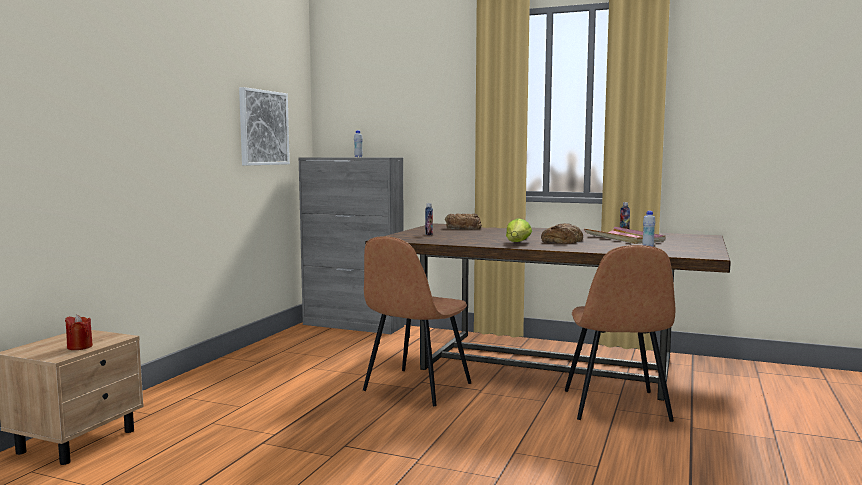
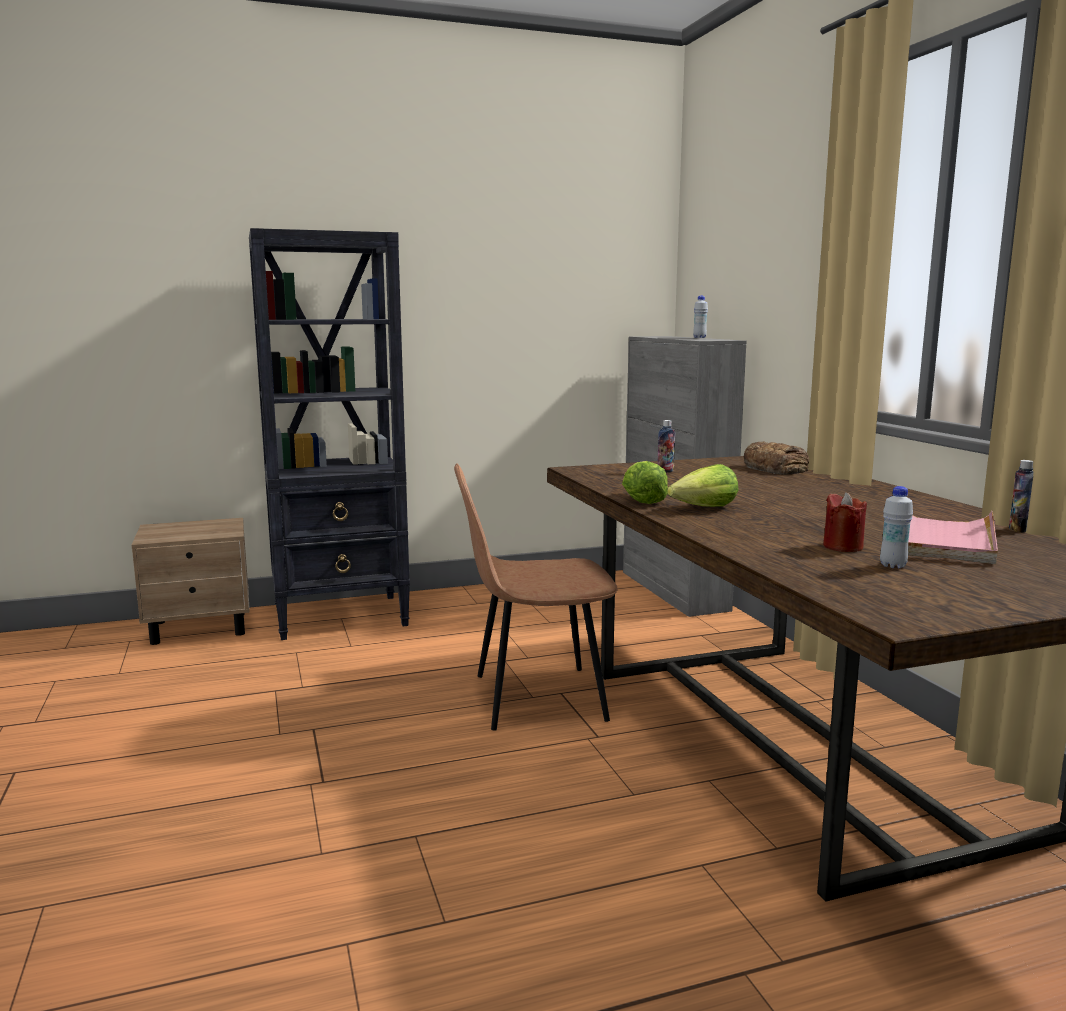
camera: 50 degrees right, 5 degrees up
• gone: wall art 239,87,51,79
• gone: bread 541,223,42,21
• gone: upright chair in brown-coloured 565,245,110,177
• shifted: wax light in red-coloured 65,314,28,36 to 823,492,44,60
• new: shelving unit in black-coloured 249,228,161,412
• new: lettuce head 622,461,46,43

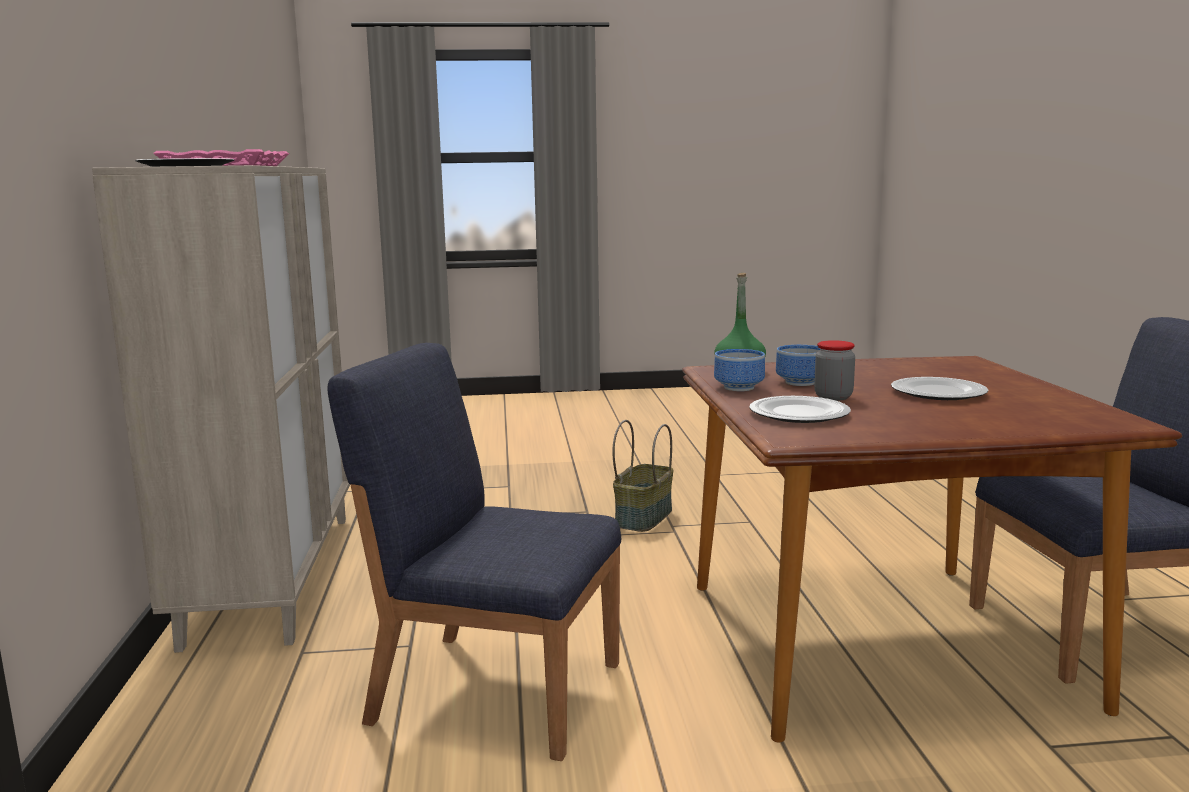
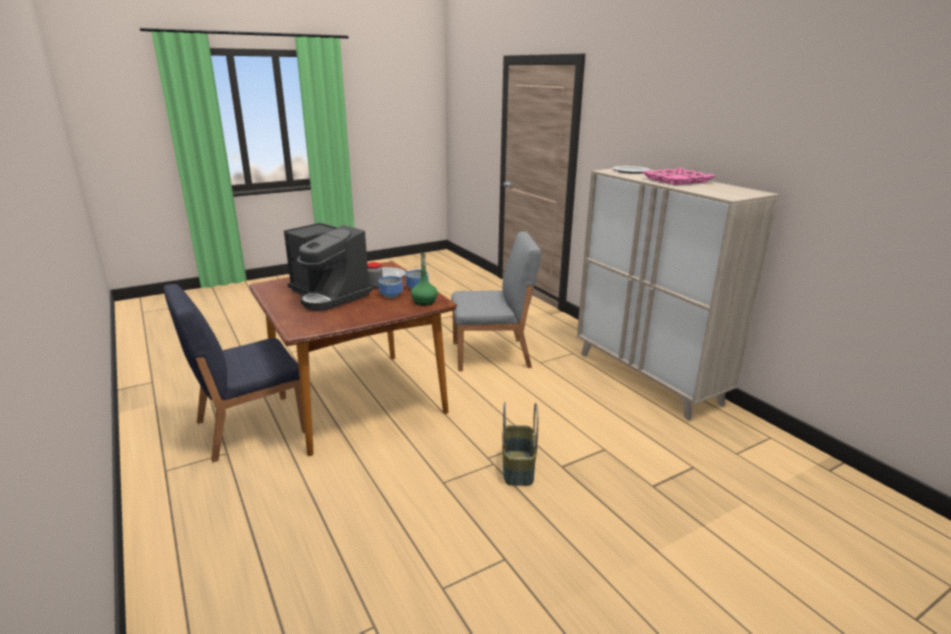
camera: 155 degrees right, 10 degrees up
• repainted: upright chair in bluish 327,343,294,418 to upright chair in grey 451,232,90,139
• swapped: dinner plate 891,377,97,23 to coffee maker 284,223,88,88

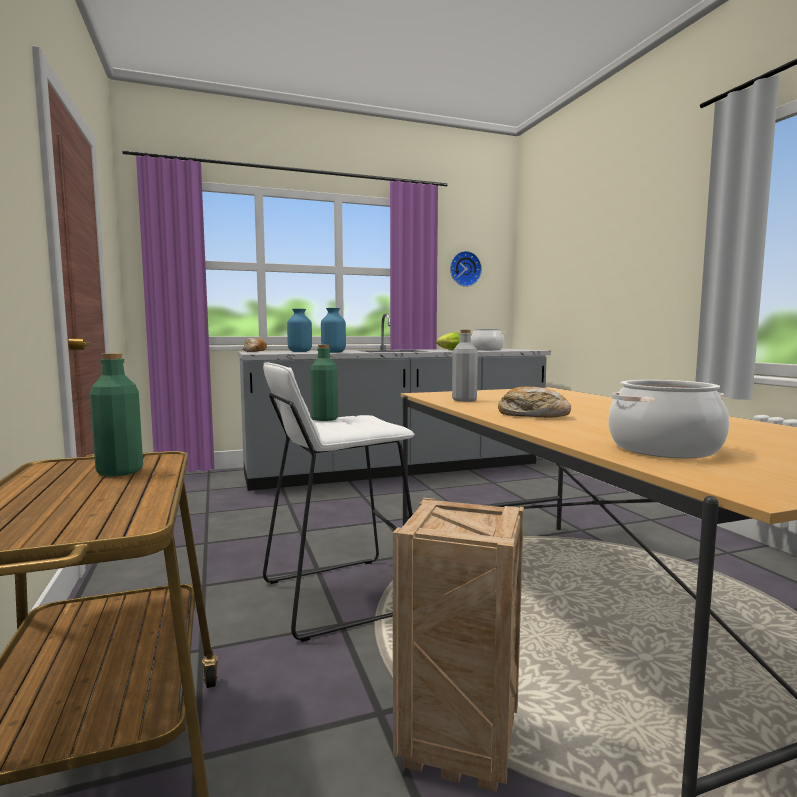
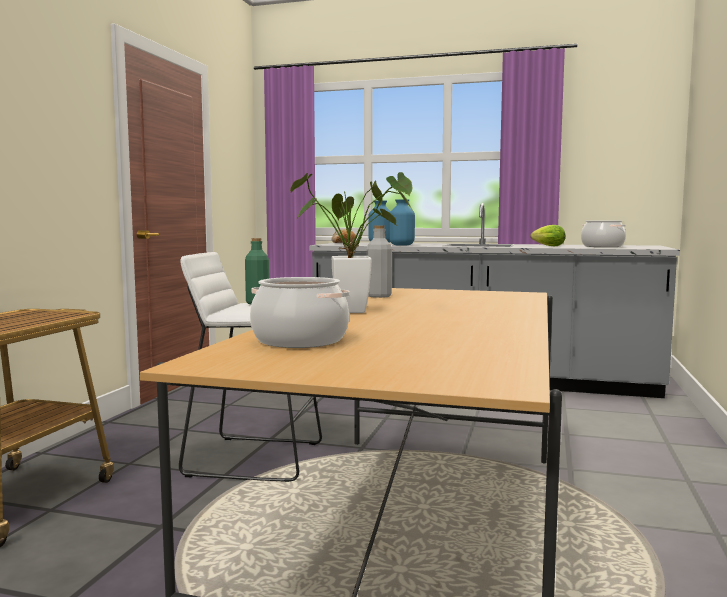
camera: 35 degrees right, 0 degrees up
• gone: hanging clock 450,251,32,36
• gone: drink bottle in greenish 90,353,53,124
• swapped: bread 498,387,73,31 to houseplant 290,172,124,141
• gone: packing crate 393,498,131,294

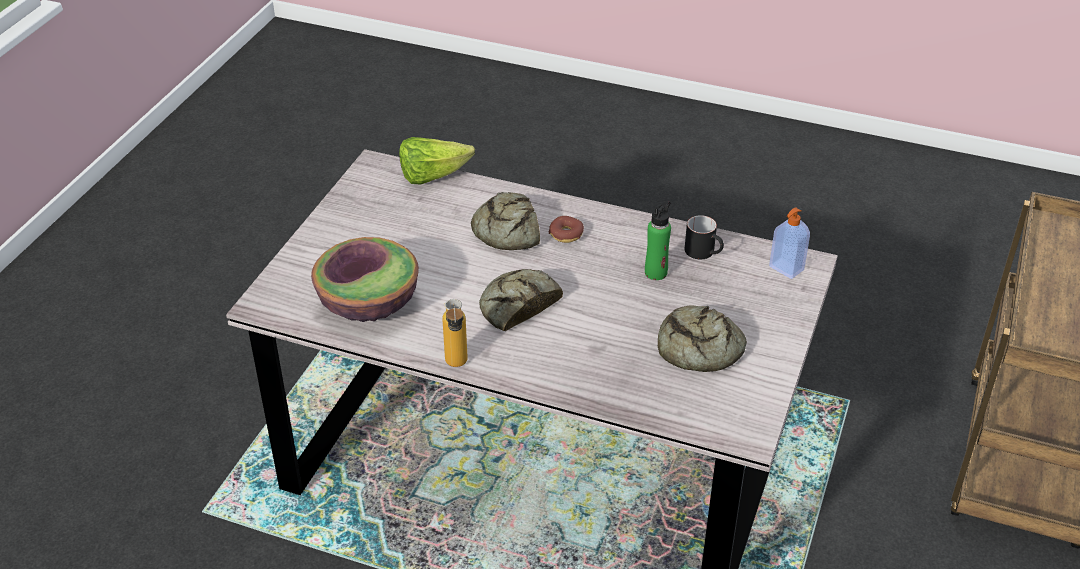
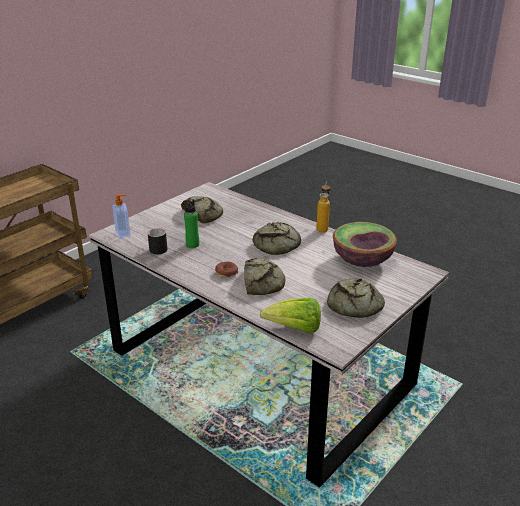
camera: 160 degrees left, 10 degrees down
• new: bread 327,278,58,40

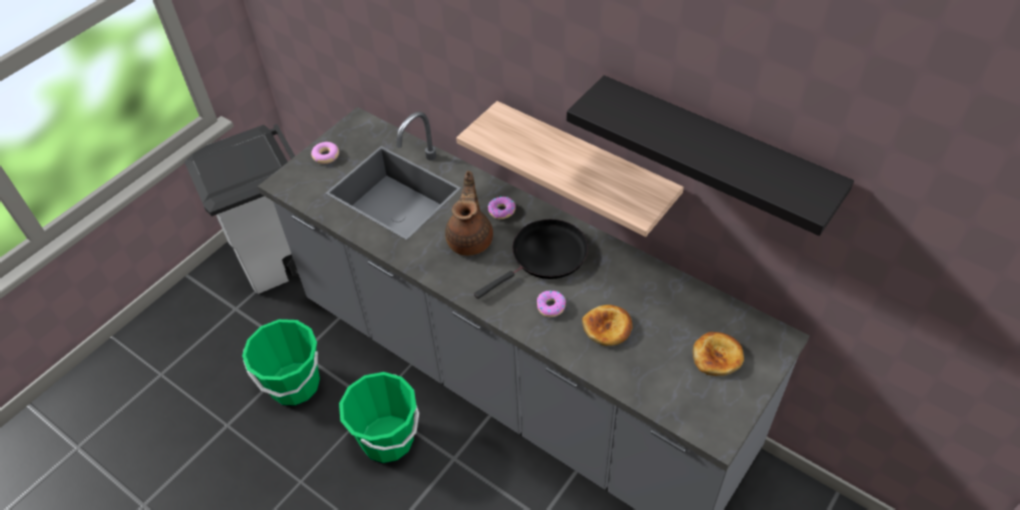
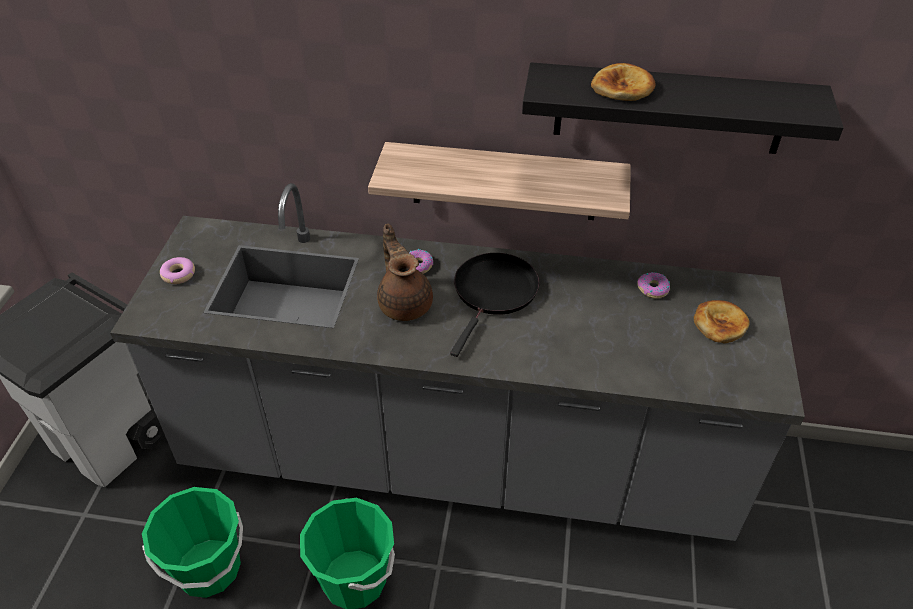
camera: 30 degrees left, 5 degrees down
• shifted: doughnut 537,290,29,27 to 637,272,33,26
• shifted: bread 582,305,51,41 to 591,63,64,38

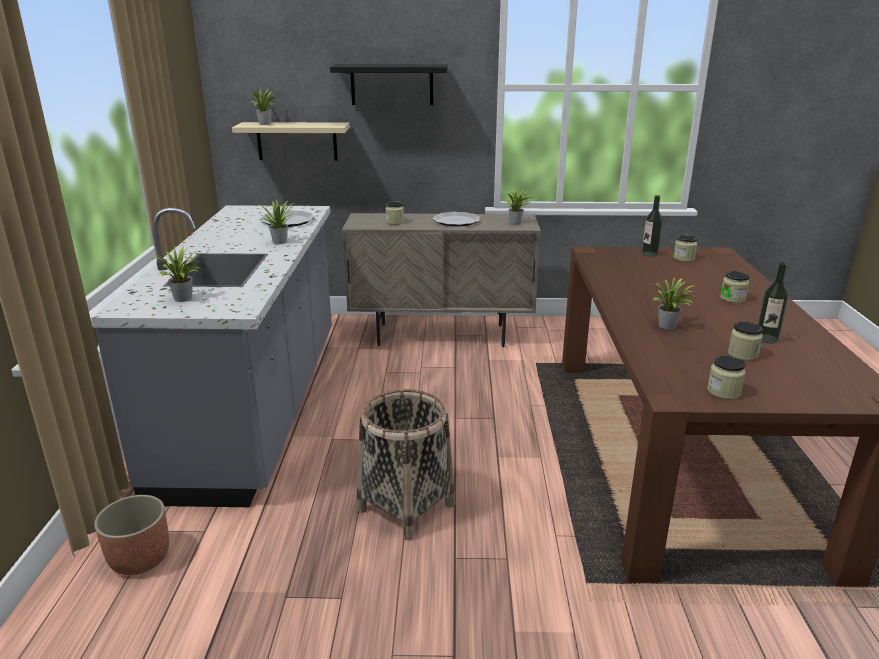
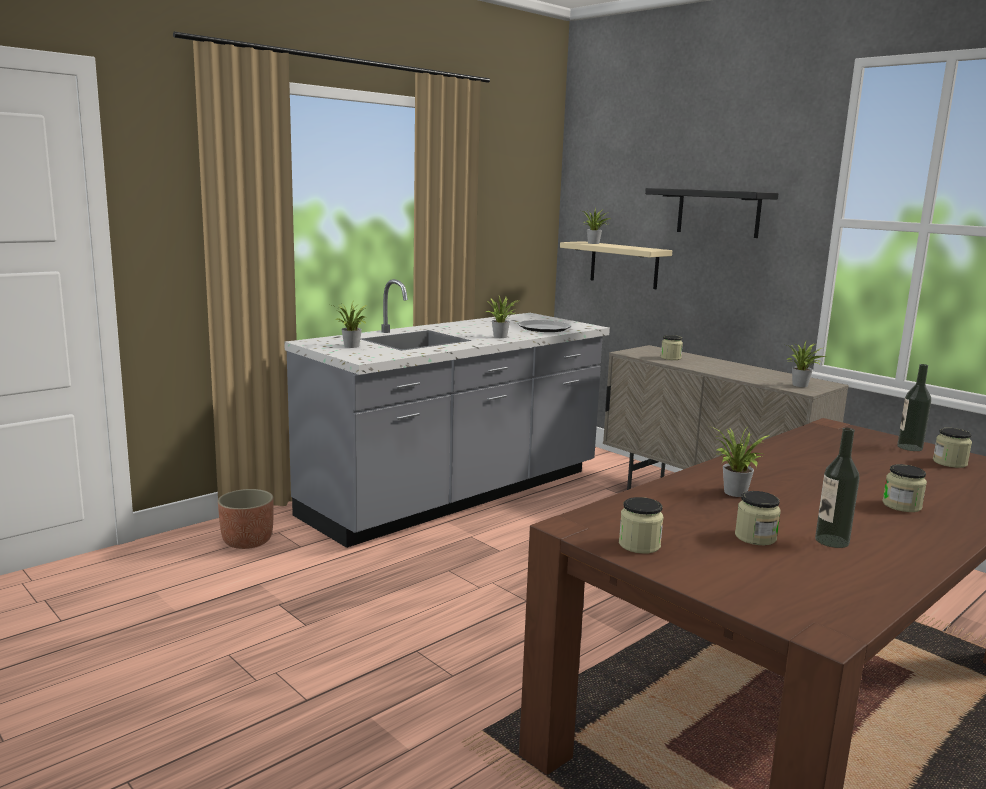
camera: 45 degrees right, 10 degrees down
• gone: dinner plate 432,212,49,15
• gone: basket 357,389,98,152

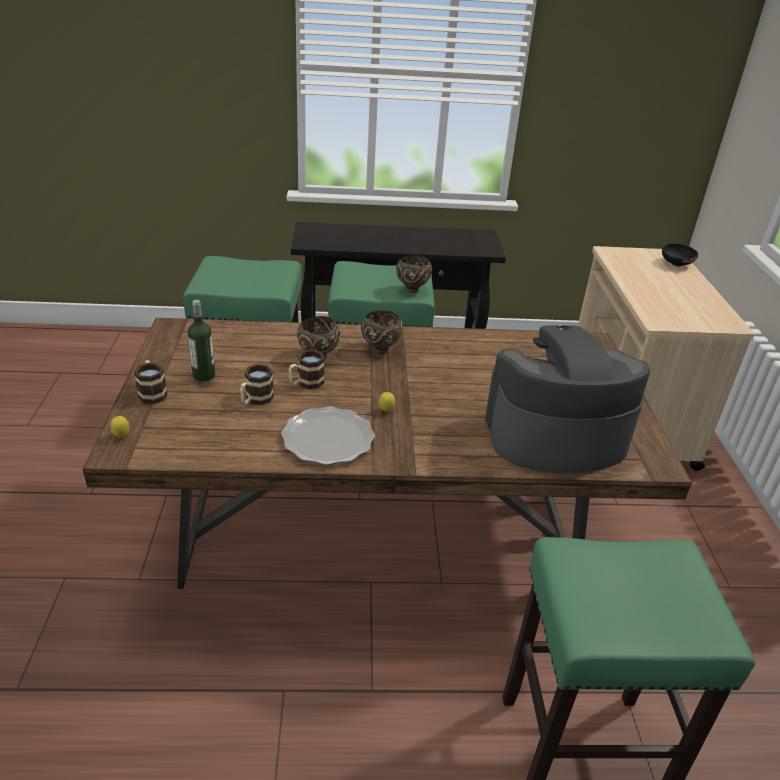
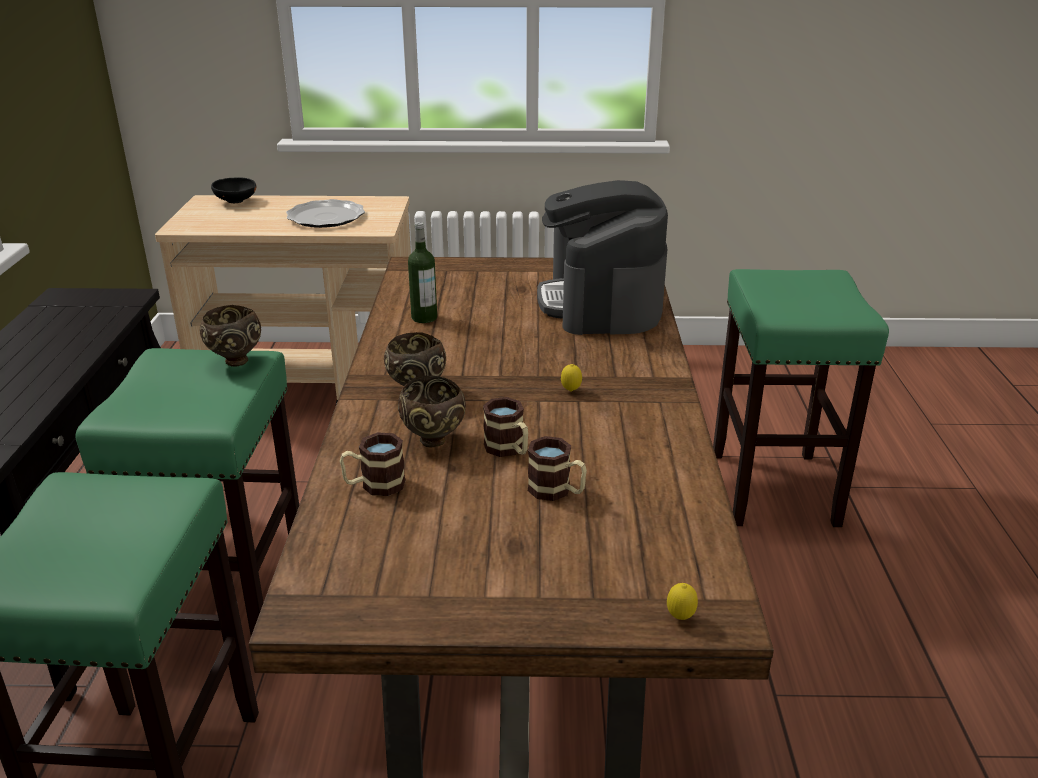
camera: 85 degrees left, 5 degrees down
• shifted: drink bottle 188,300,27,82 to 408,222,29,101
• shifted: tea mug 134,360,33,44 to 340,432,66,64
• shifted: dinner plate 281,407,94,58 to 286,199,79,29

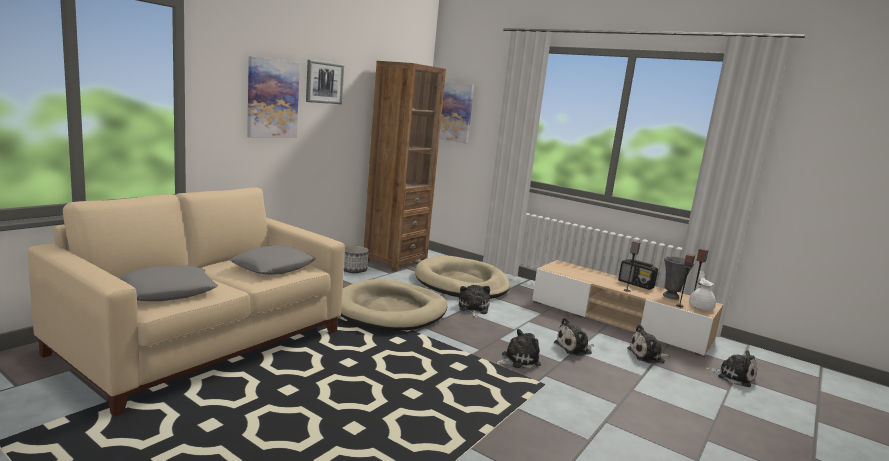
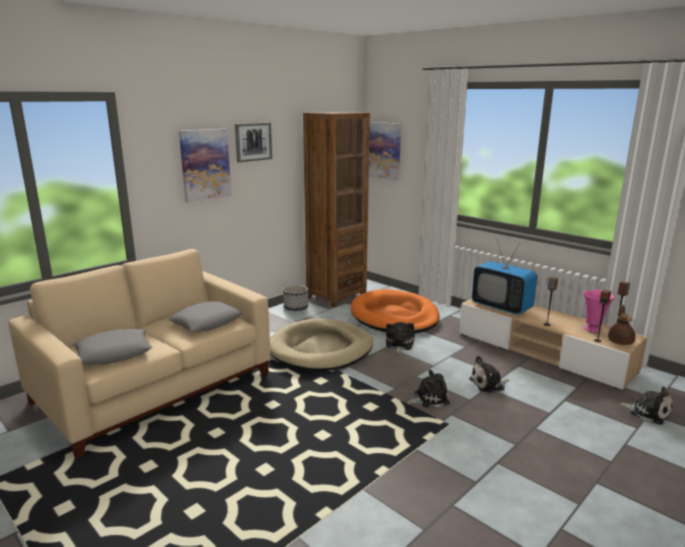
camera: 10 degrees right, 5 degrees up
• repainted: dog bed in beige 415,256,95,43 to dog bed in orange 351,289,89,44
• repainted: vase in grey 663,256,31,43 to vase in pink 584,290,30,43
• gone: radio set 618,259,40,31
• repainted: teapot in white 689,271,27,39 to teapot in brown-coloured 608,305,27,40
• gone: cuddly toy 627,325,43,38
• new: TV 472,240,65,75

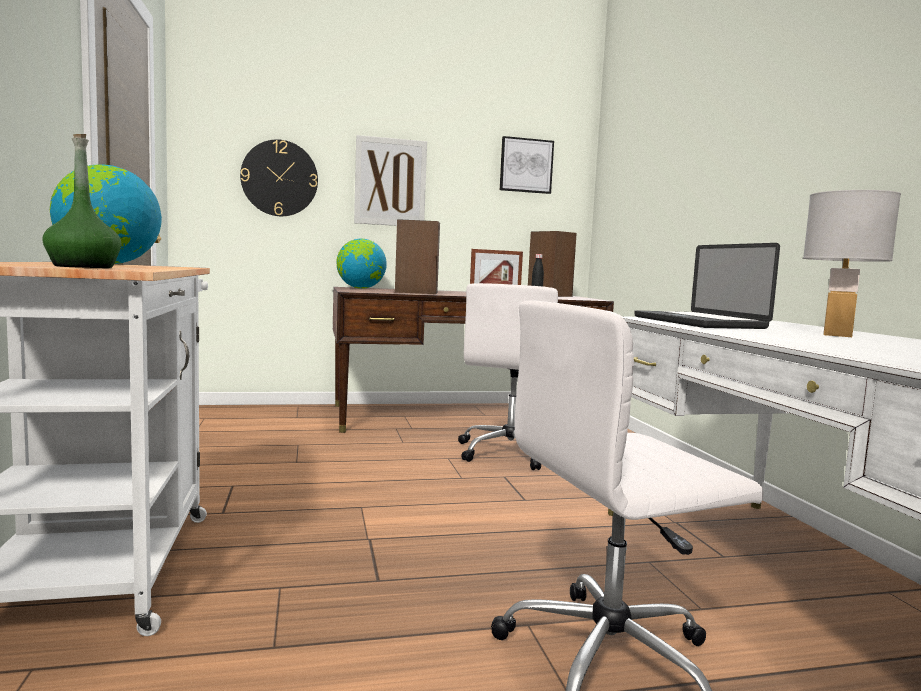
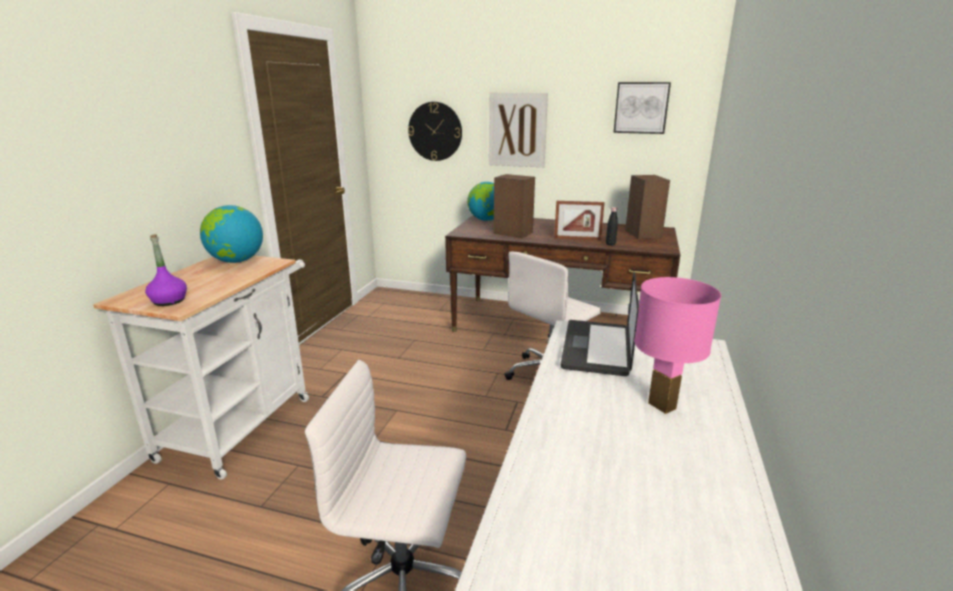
camera: 30 degrees right, 15 degrees up
• repainted: drink bottle in greenish 42,134,80,134 to drink bottle in purplish 145,234,42,72
• repainted: lamp for a table in white 803,190,98,147 to lamp for a table in pink 634,277,87,137

